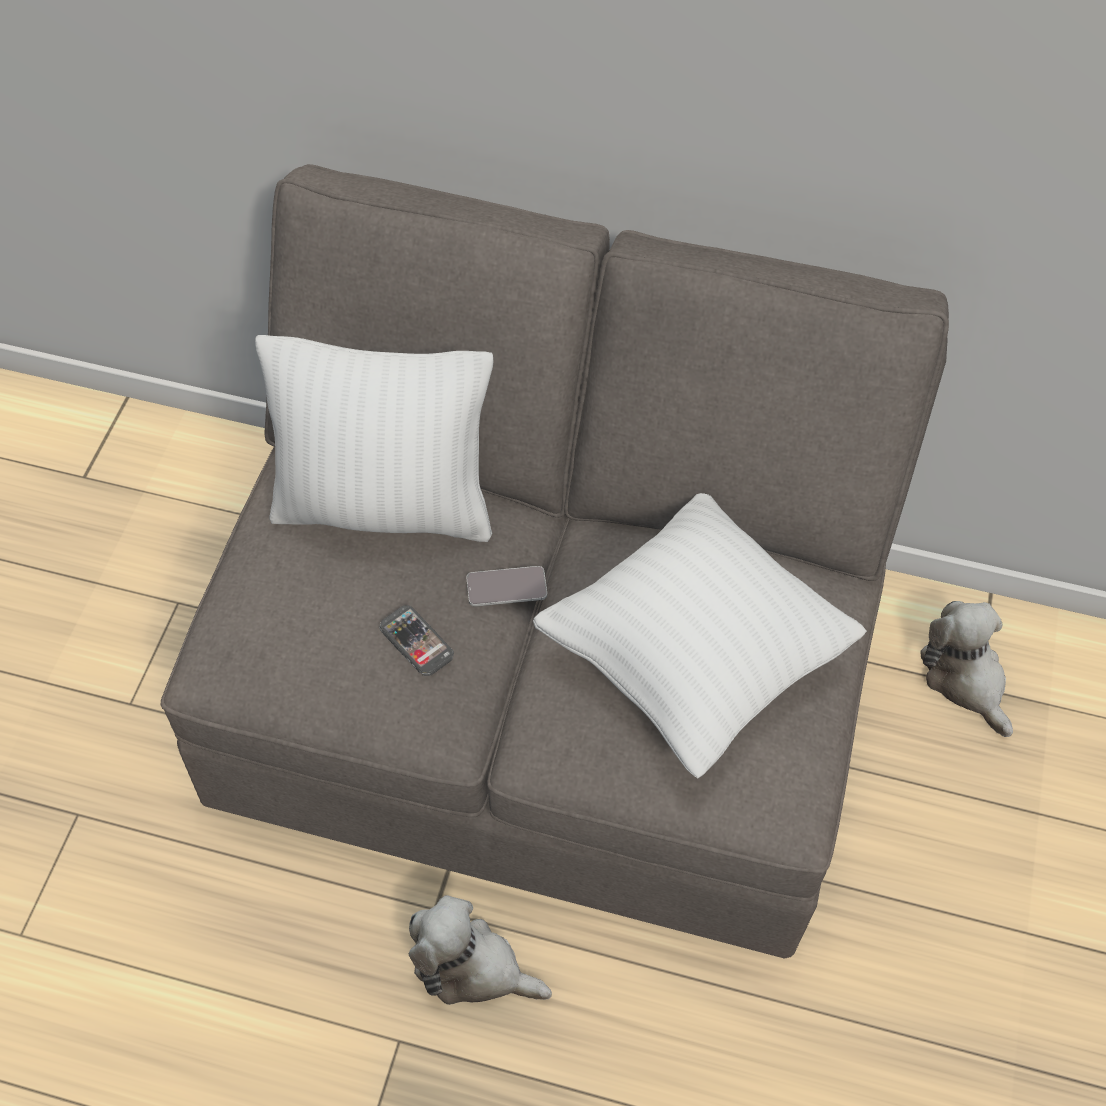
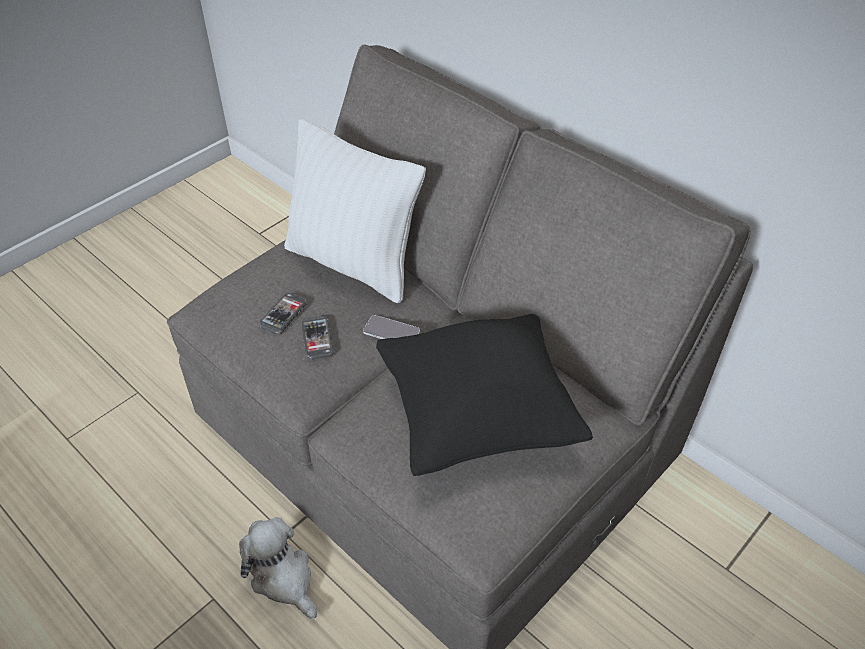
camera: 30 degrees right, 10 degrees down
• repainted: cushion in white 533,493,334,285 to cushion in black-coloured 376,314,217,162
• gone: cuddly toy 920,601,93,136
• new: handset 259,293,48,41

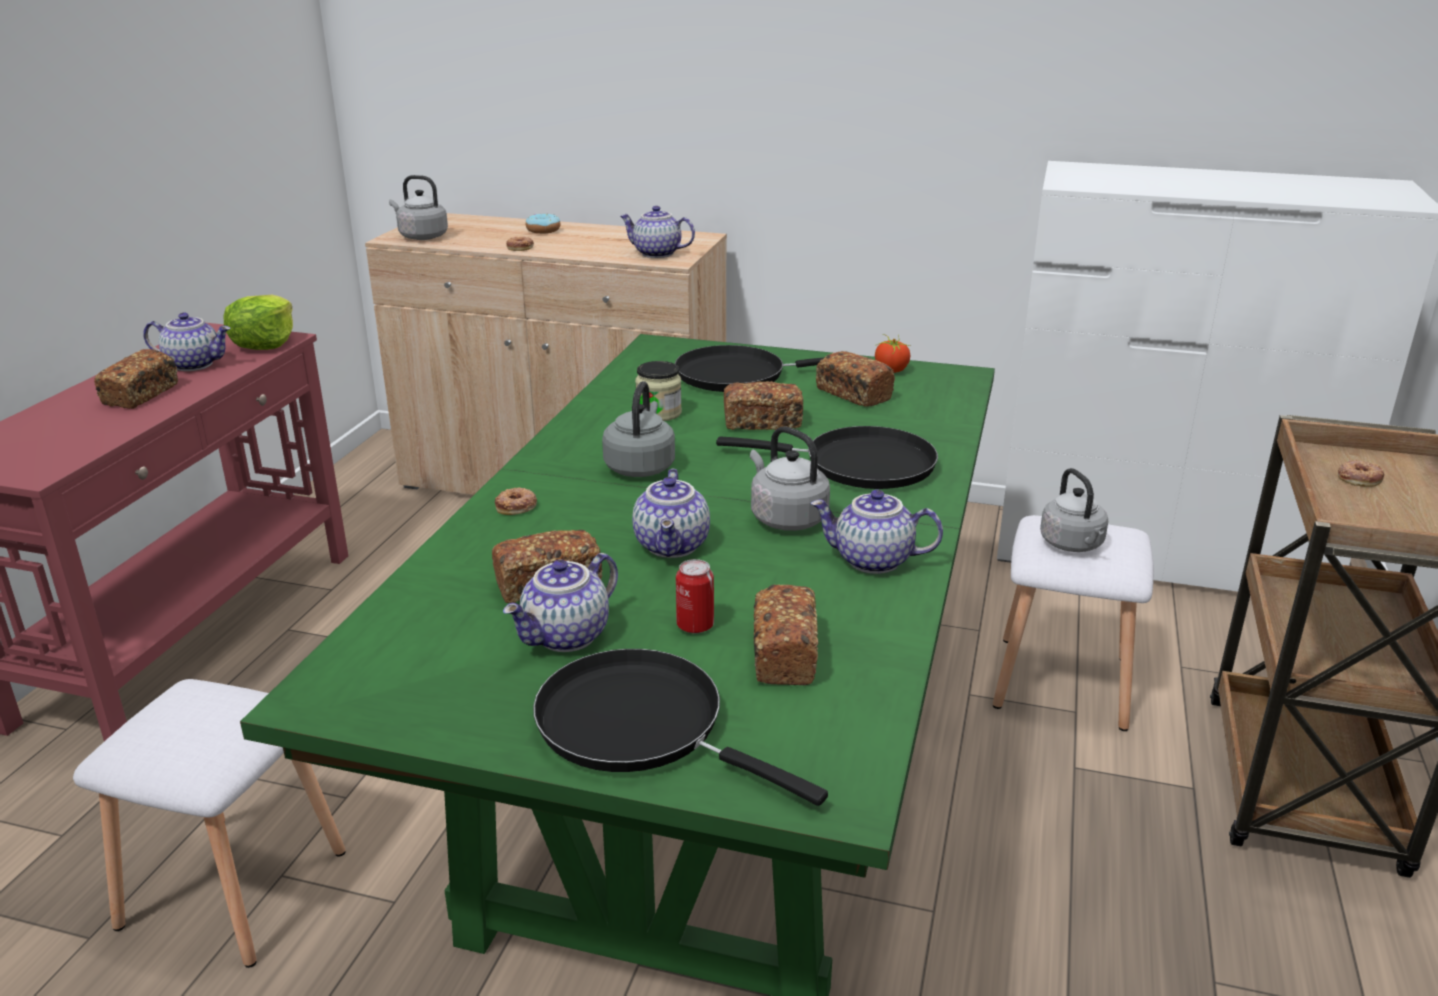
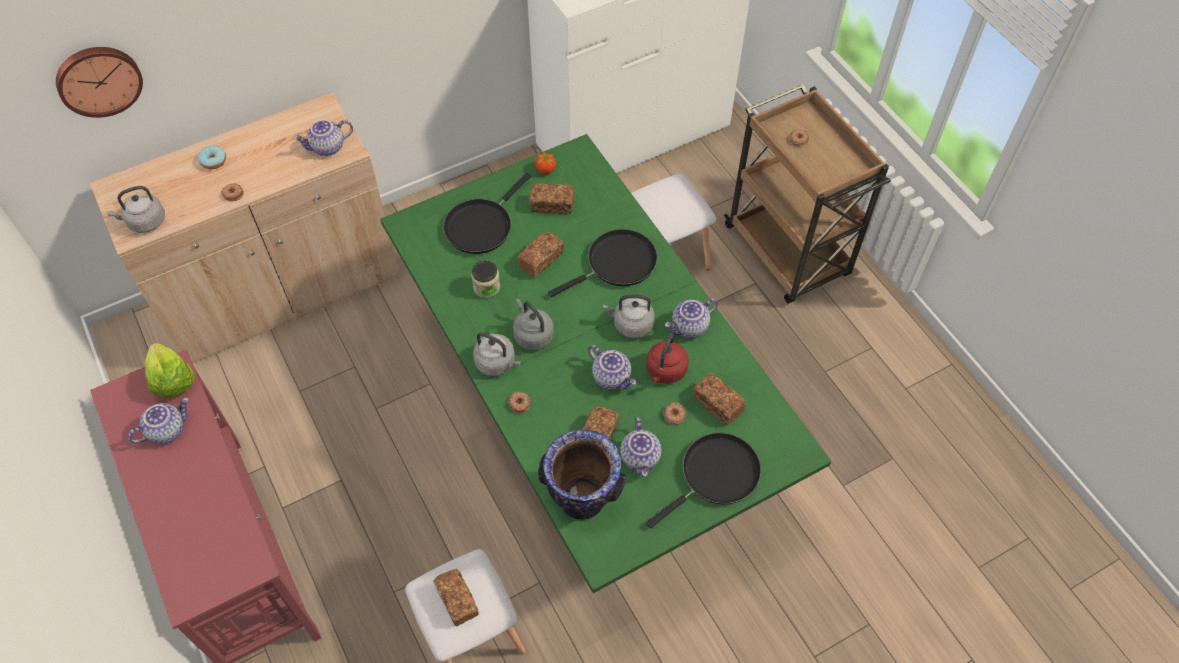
camera: 45 degrees left, 30 degrees up
• shifted: bread 94,349,84,60 to 433,569,46,57
• shifted: water kettle in grey 1040,468,68,84 to 473,332,48,44
• swapped: metal can 676,559,38,74 to doughnut 663,402,23,24
• rotated: pan in black-coloured 533,649,295,157 = 646,433,115,95 150 degrees clockwise
• new: hanging clock 56,47,87,71
• new: water kettle in red-coloured 646,333,43,51
• new: vase 538,430,88,90

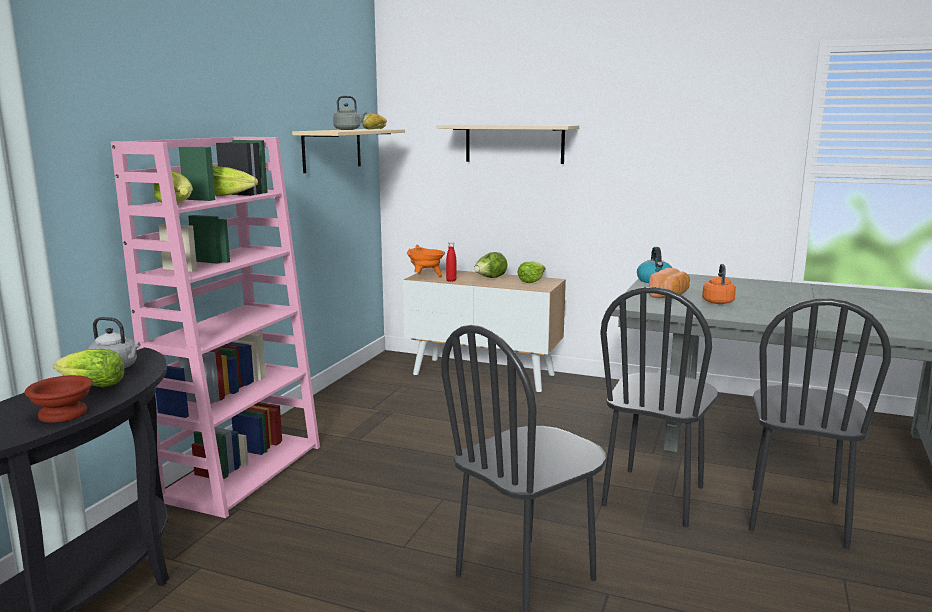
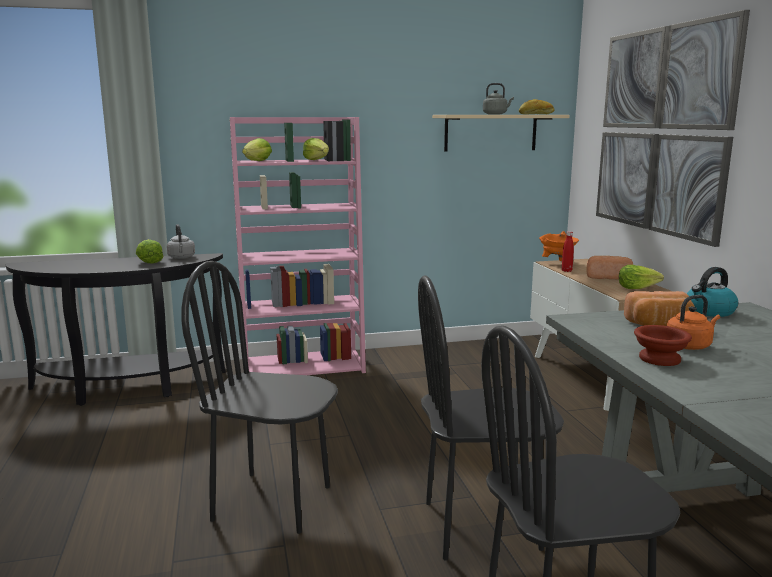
camera: 55 degrees right, 0 degrees up
• swapped: bracket shelf in beige 436,125,143,39 to wall art 596,10,154,237
• swapped: lettuce head 474,252,33,26 to bread 586,256,47,23
• shifted: serving bowl in brown-coloured 25,375,68,48 to 634,325,58,41

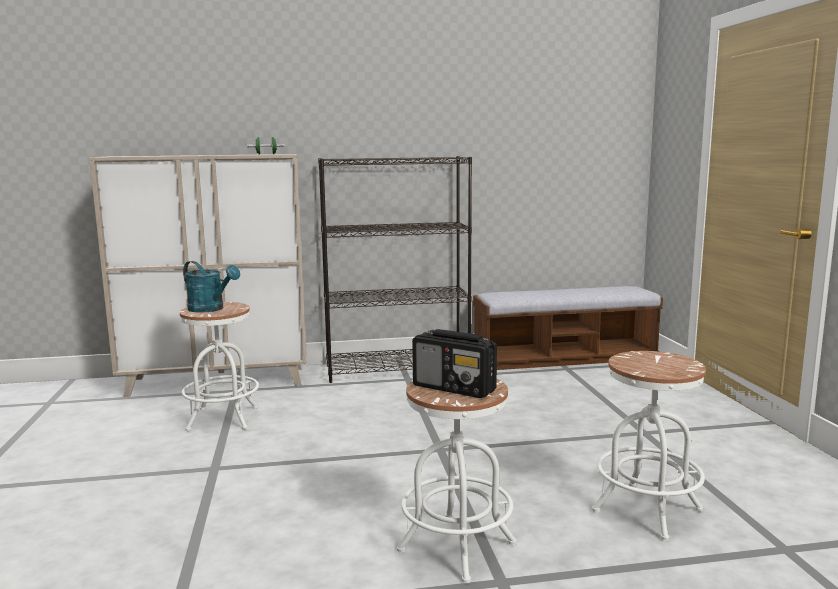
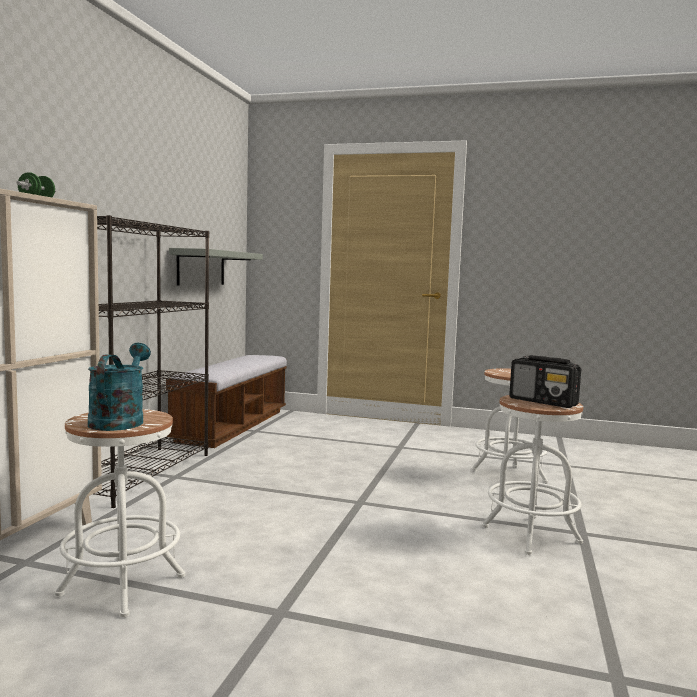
camera: 65 degrees left, 5 degrees down
• rotated: watering can in turquoise-coloured 183,261,57,52 = 88,343,63,88 60 degrees counterclockwise
• rotated: radio set 412,329,85,69 = 509,355,72,53 75 degrees clockwise
• new: bracket shelf in grey 169,248,94,37

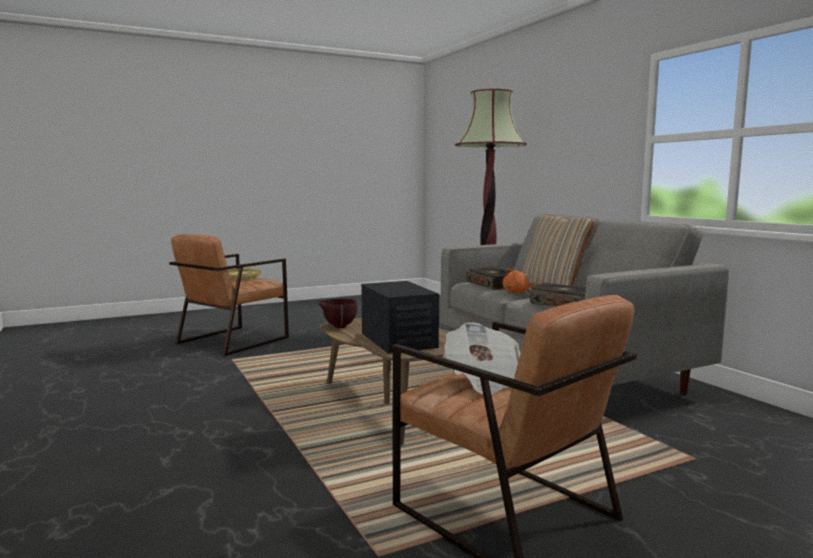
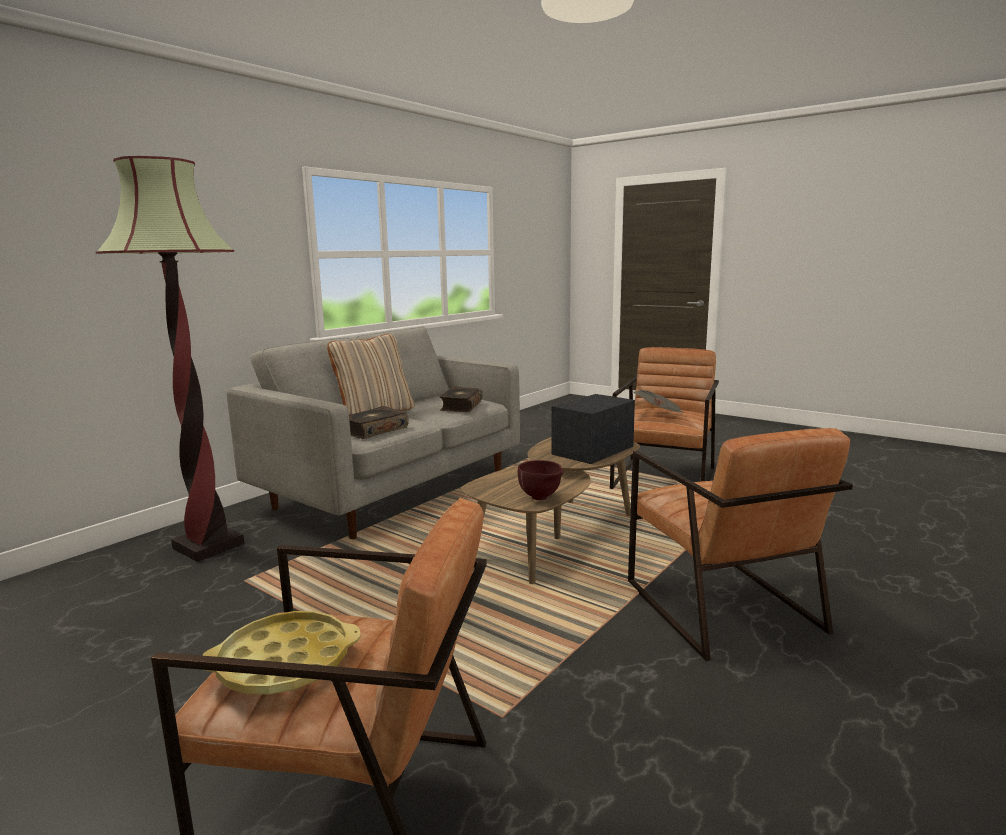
camera: 115 degrees left, 5 degrees up
• gone: cuddly toy in orange 503,268,32,25
• new: armchair in brown-coloured 628,428,225,233

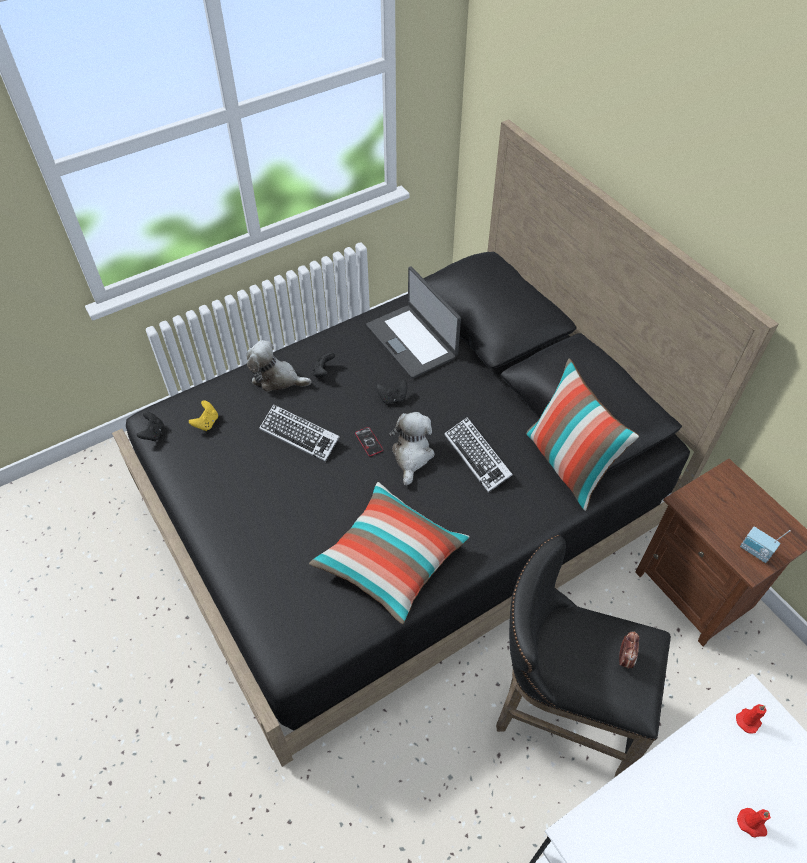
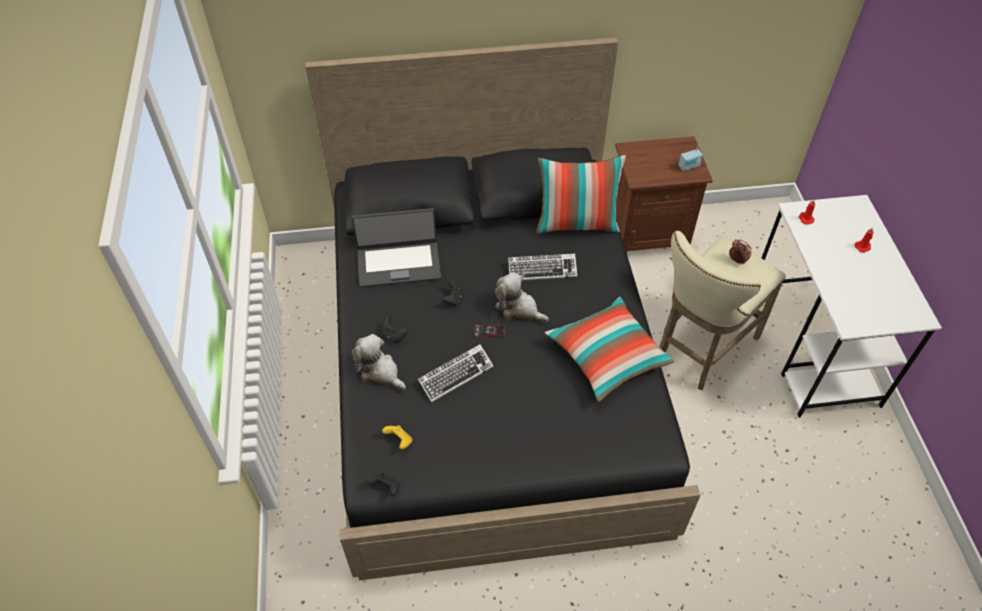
camera: 65 degrees left, 0 degrees up
• rotated: cuddly toy 246,340,65,52 = 352,334,54,56 90 degrees clockwise
• repainted: sitting stool in black-coloured 496,535,175,242 to sitting stool in beige 659,231,127,159

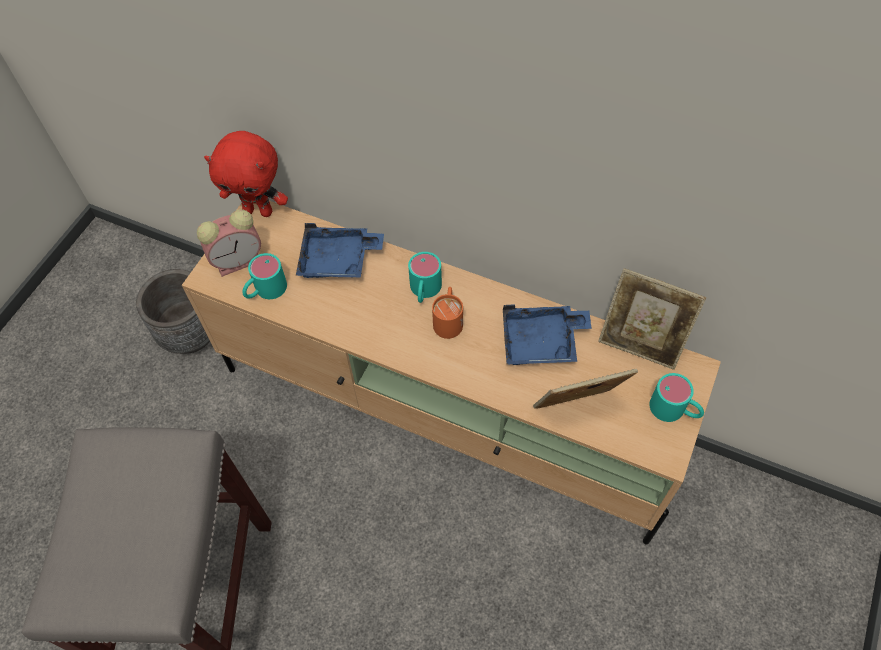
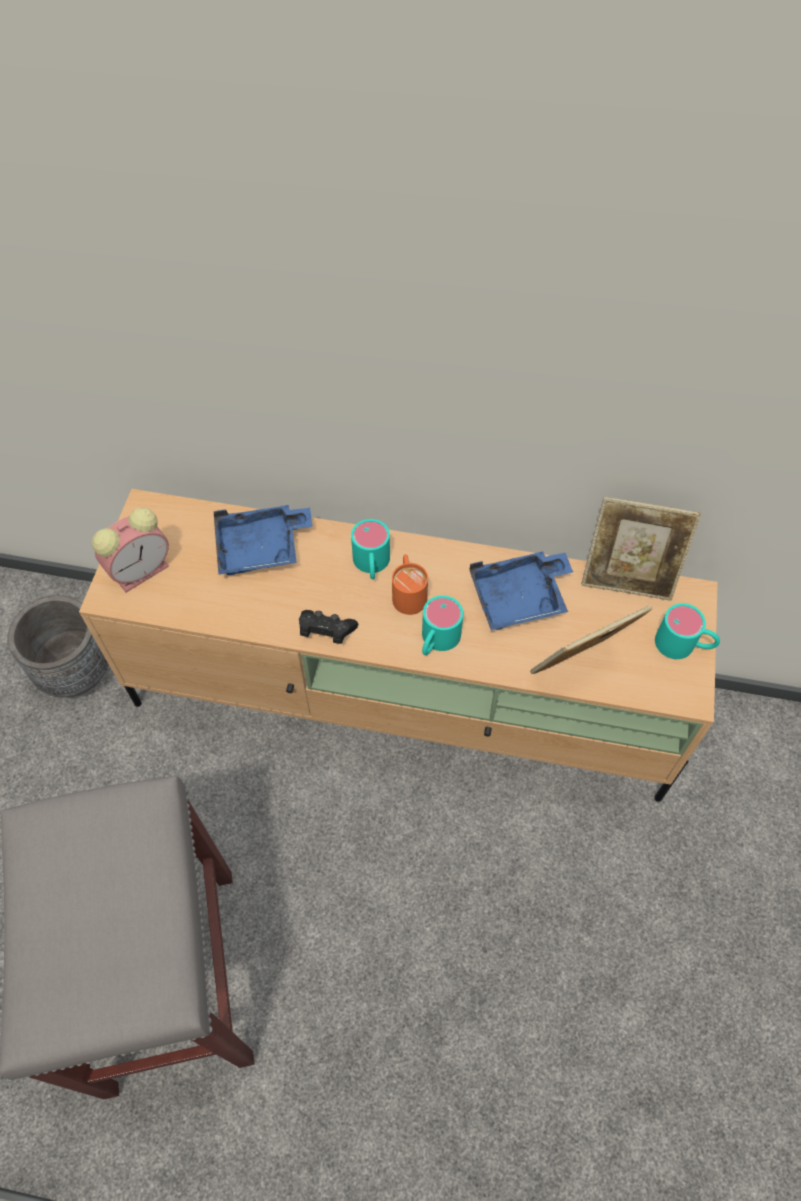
camera: 15 degrees left, 0 degrees up
• gone: cuddly toy in red-coloured 204,131,84,86
• shifted: tea mug in turquoise-coloured 242,253,45,46 to 422,595,41,60
• new: game controller in black-coloured 299,610,59,34

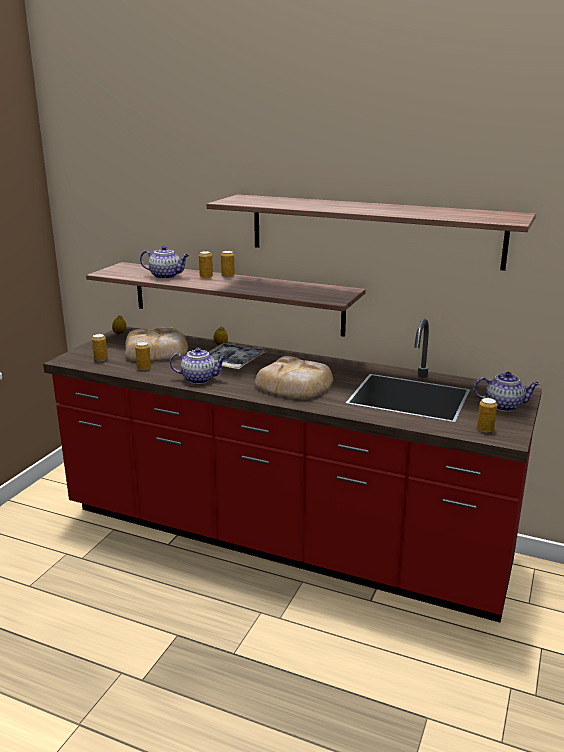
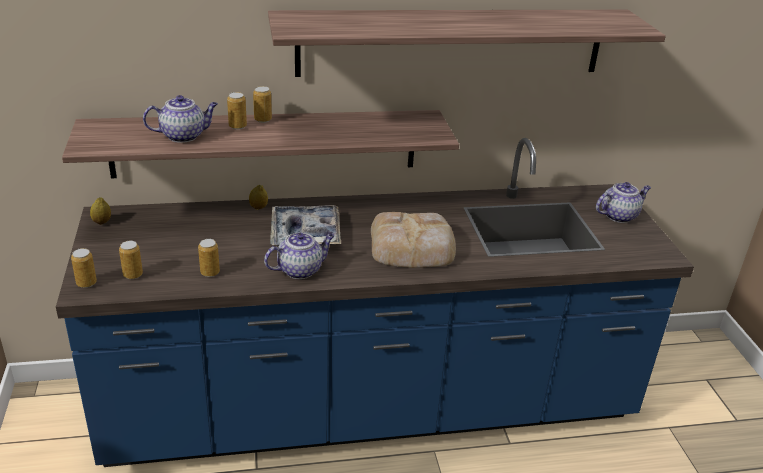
camera: 35 degrees left, 10 degrees up
• repainted: counter in red-coloured 43,319,499,304 to counter in bluish 56,138,638,329
• gone: bread 125,328,63,33
• shifted: metal can 477,398,20,34 to 71,248,26,40

